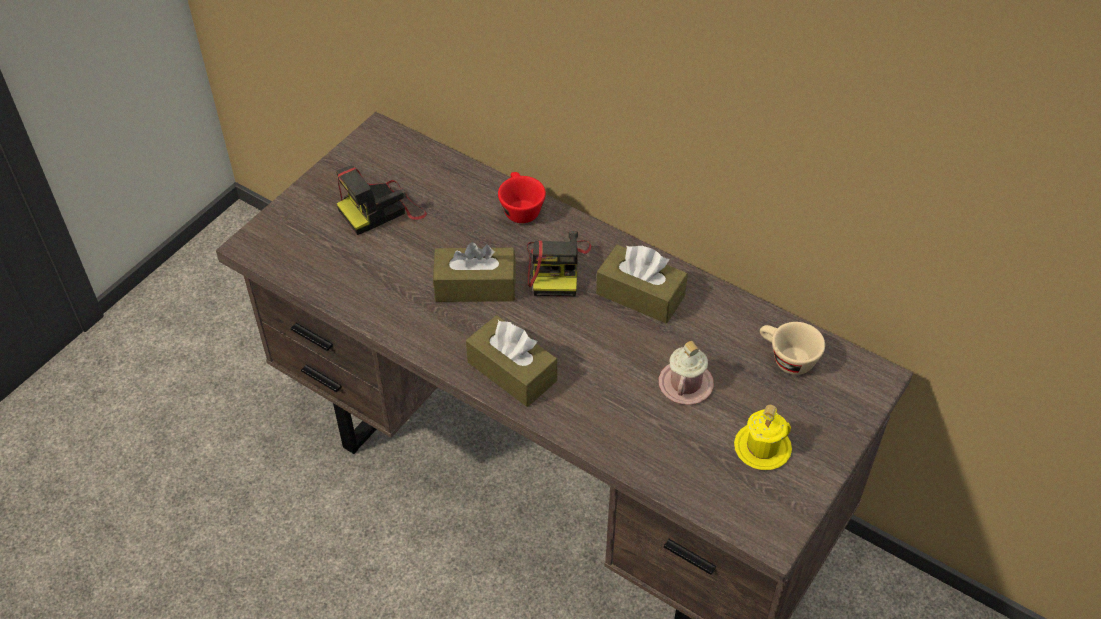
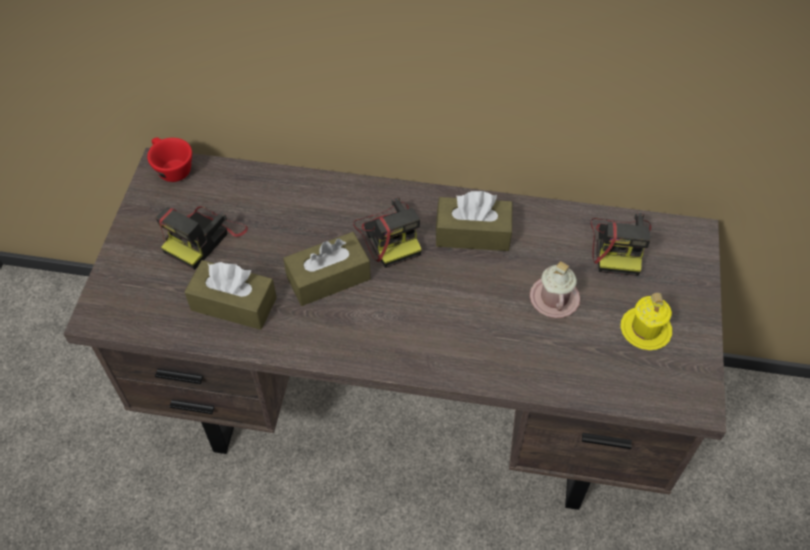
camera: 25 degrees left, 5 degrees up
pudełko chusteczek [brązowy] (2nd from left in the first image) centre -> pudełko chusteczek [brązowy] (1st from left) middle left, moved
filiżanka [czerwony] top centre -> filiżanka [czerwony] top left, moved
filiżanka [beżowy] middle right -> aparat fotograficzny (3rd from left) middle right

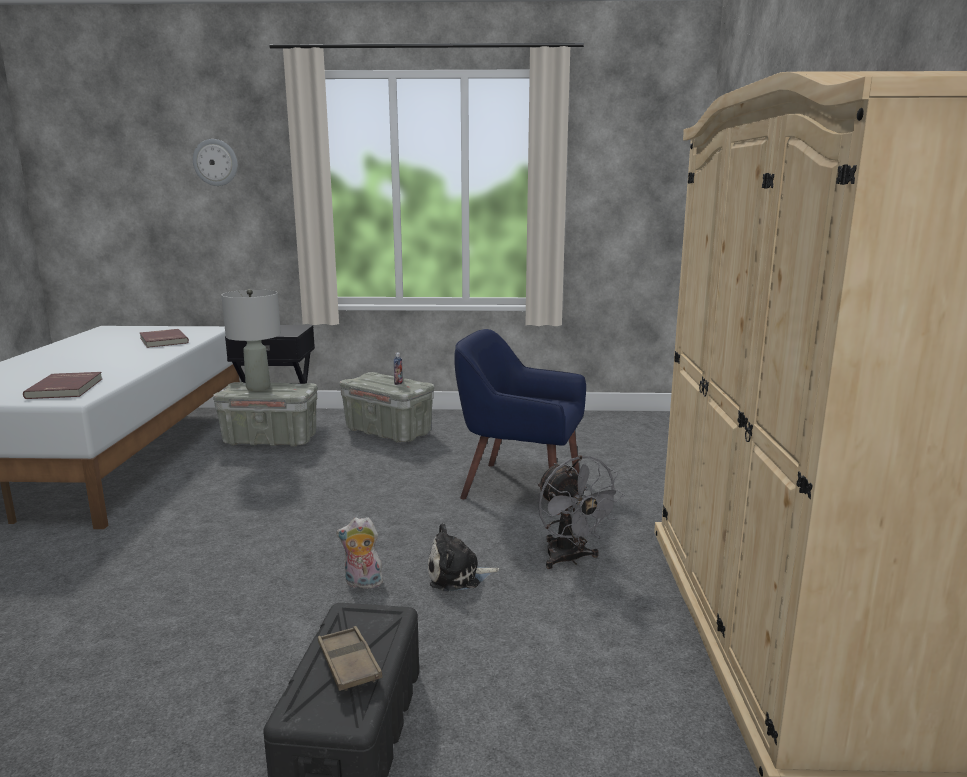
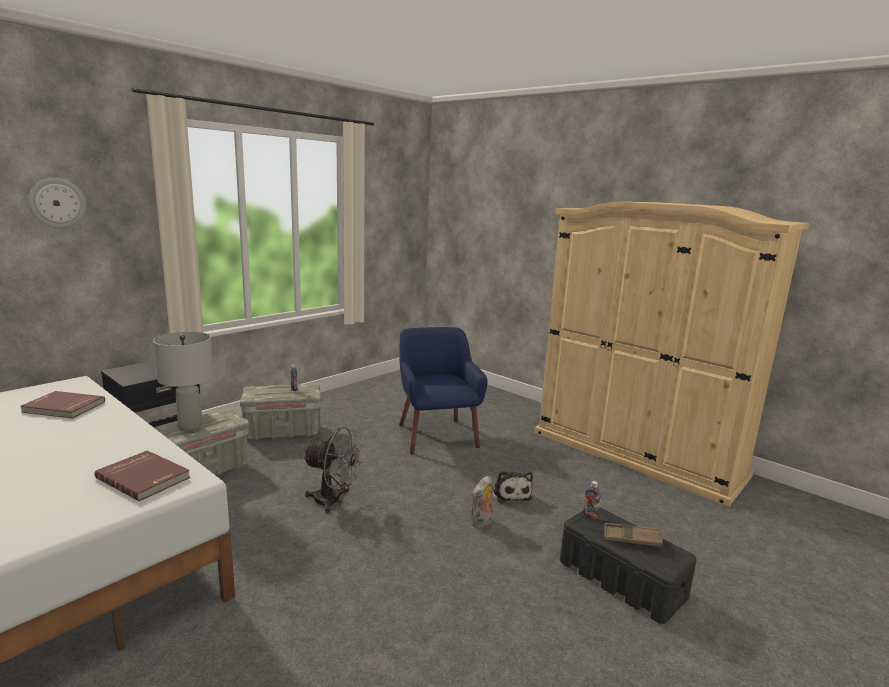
camera: 50 degrees left, 0 degrees up
pluszak (2nd from left) bottom centre, 45 degrees counterclockwise
fotel [niebieski] centre, 105 degrees clockwise
wentylator [szary] centre -> wentylator [szary] bottom centre, moved
none -> butelka (2nd from left) bottom centre

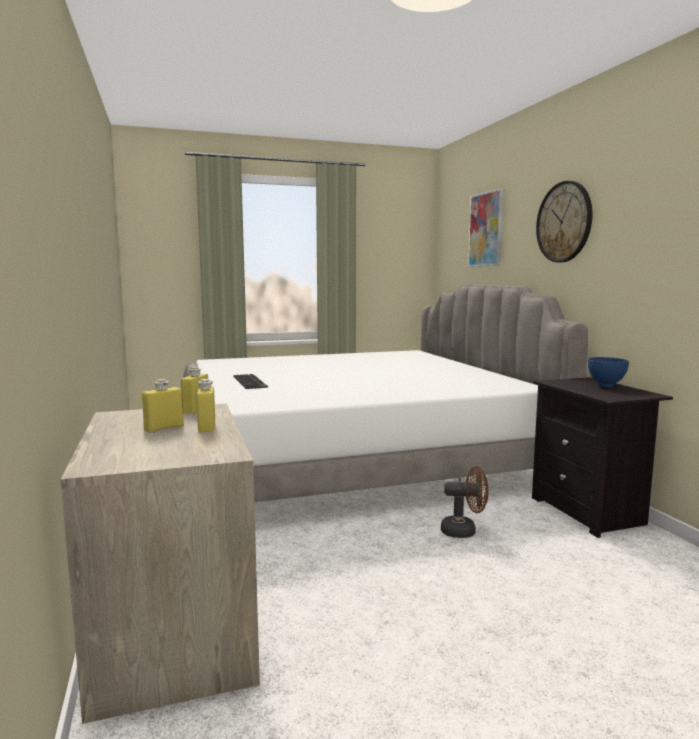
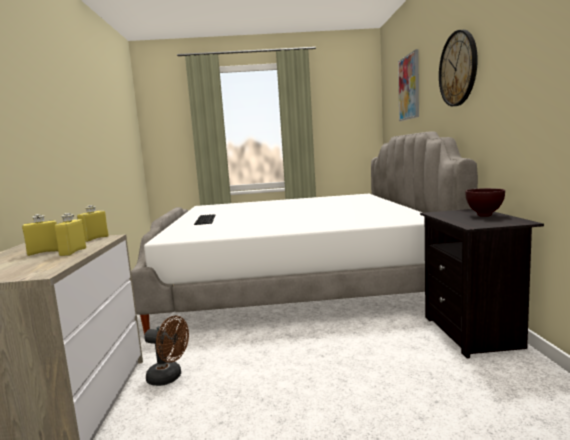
camera: 15 degrees right, 0 degrees up
wentylator [brązowy] bottom centre -> wentylator [brązowy] bottom left, moved
miska [niebieski] middle right -> miska [brązowy] middle right

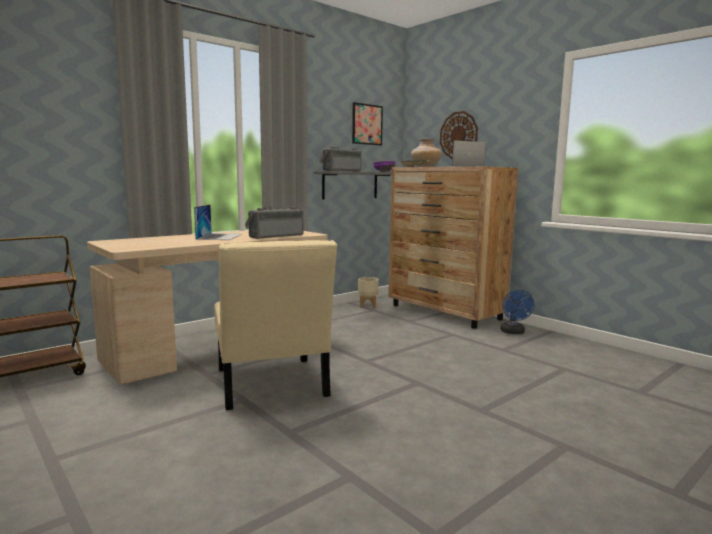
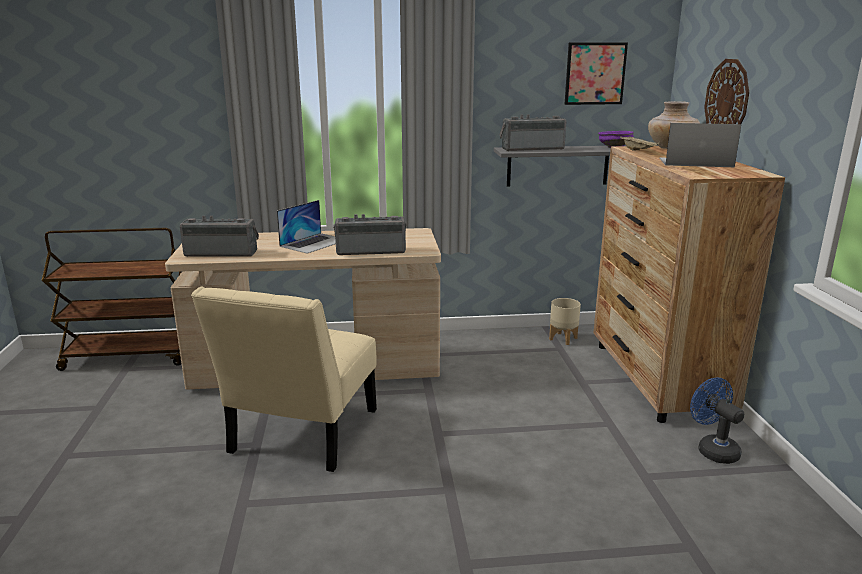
camera: 35 degrees right, 10 degrees up
wentylator [niebieski] middle right -> wentylator [niebieski] bottom right, 120 degrees clockwise
none -> radio (1st from left) middle left

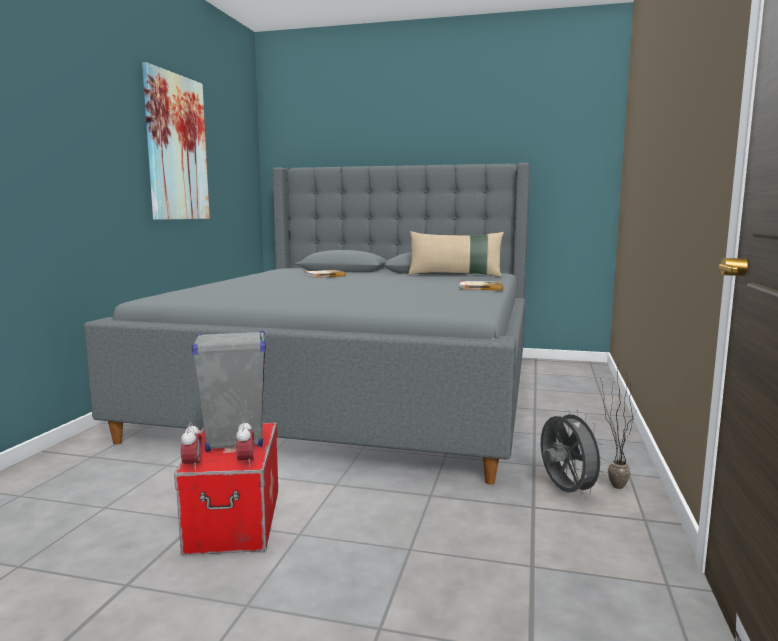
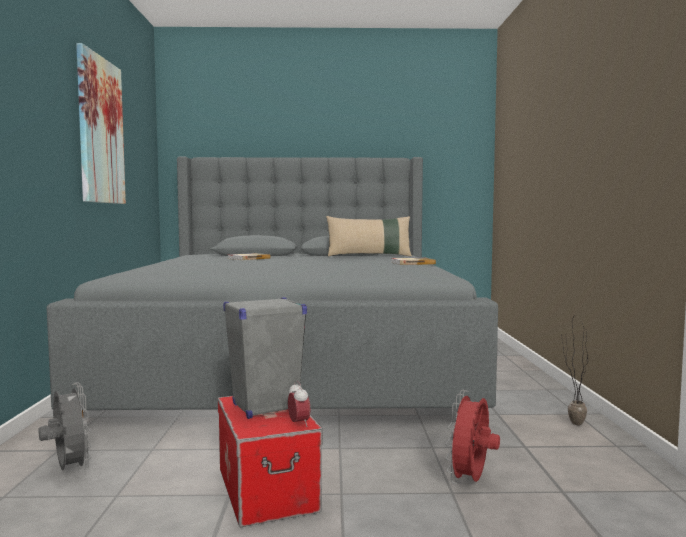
camera: 15 degrees left, 5 degrees down
budzik (1st from left) bottom left -> none
wentylator [szary] bottom right -> wentylator [szary] bottom left, moved
none -> wentylator [czerwony] bottom right

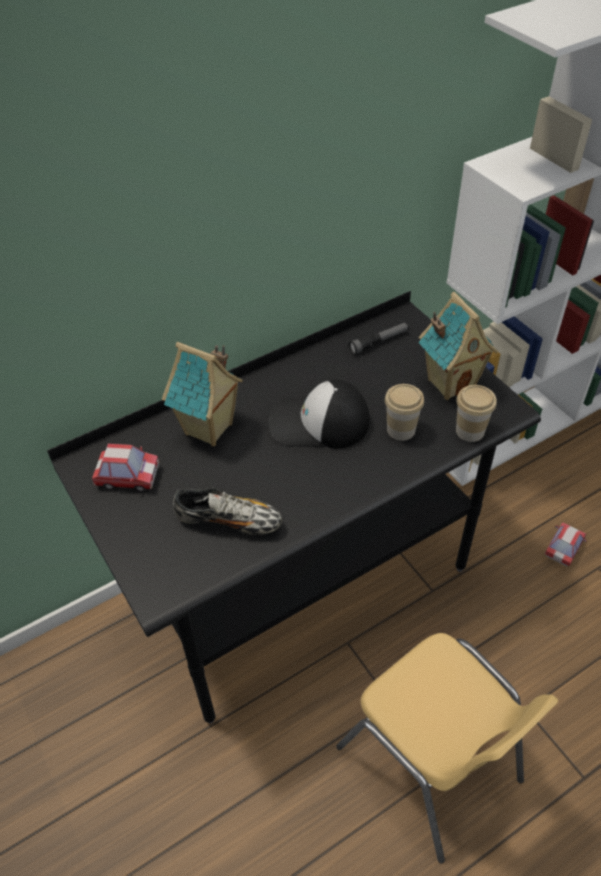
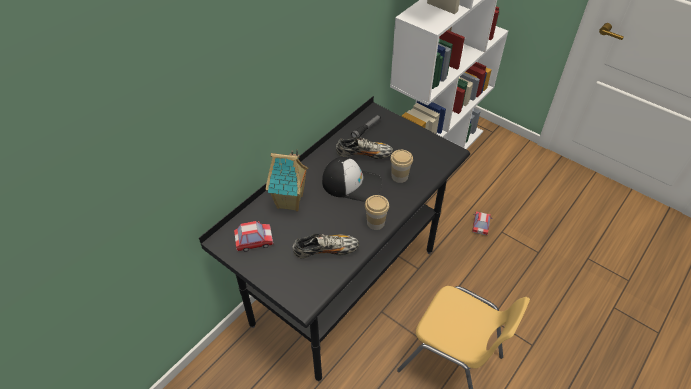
camera: 20 degrees left, 0 degrees up
czapka z daszkiem centre, 150 degrees counterclockwise
domek (2nd from left) middle right -> none
filiżanka (2nd from left in the first image) middle right -> filiżanka (1st from left) centre, moved
none -> but (2nd from left) centre

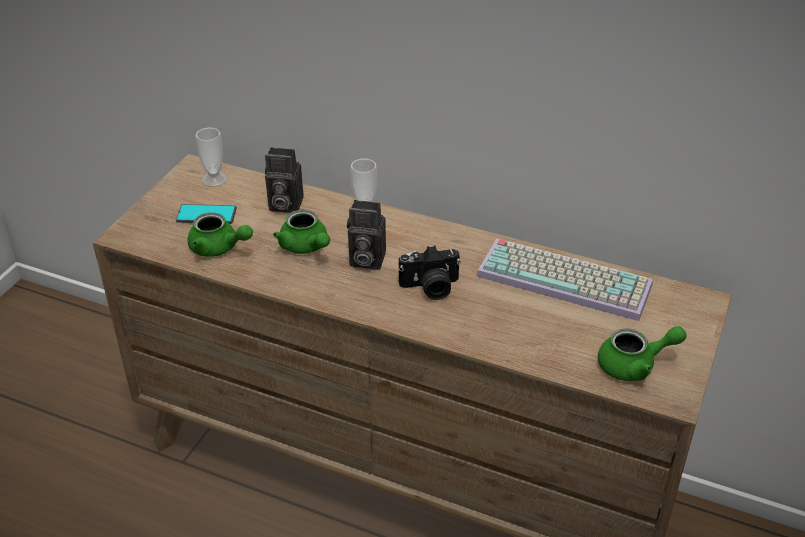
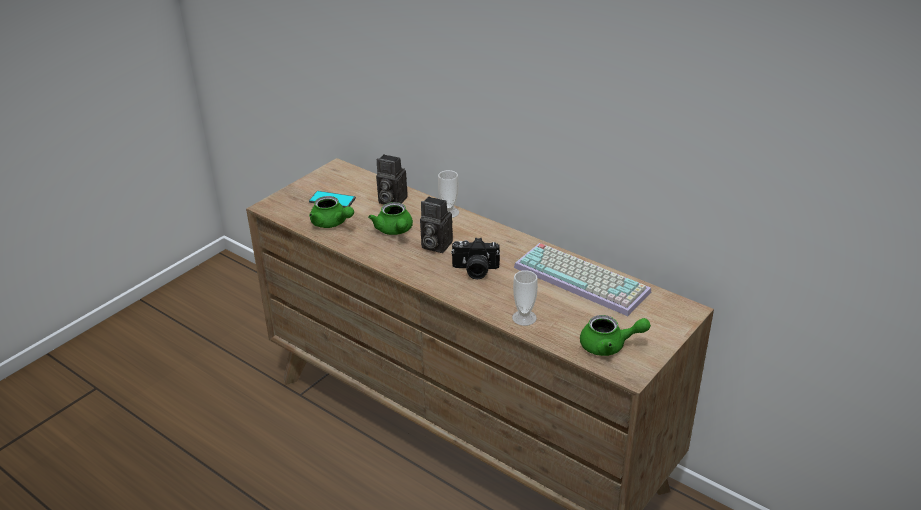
camera: 15 degrees right, 5 degrees down
filiżanka (1st from left in the first image) top left -> filiżanka (2nd from left) centre, moved

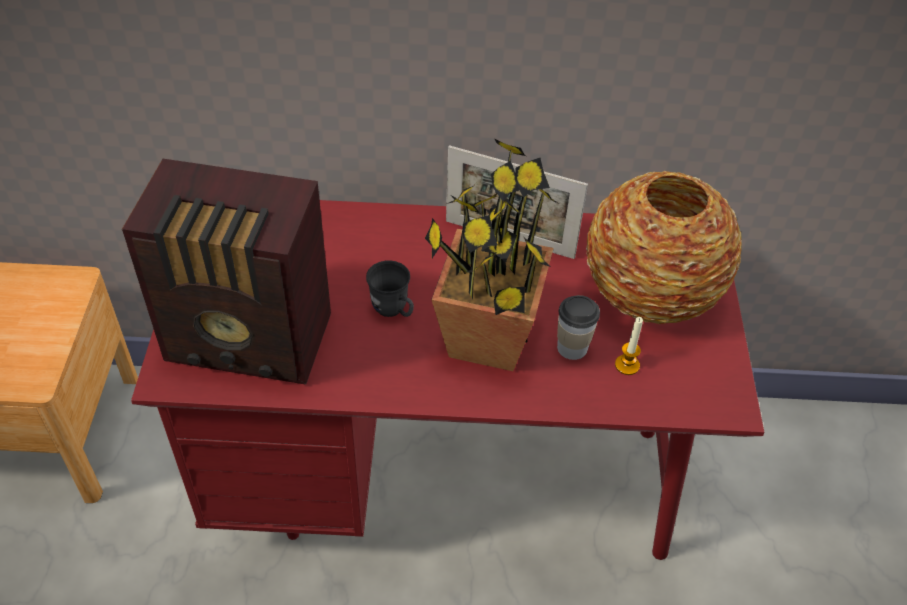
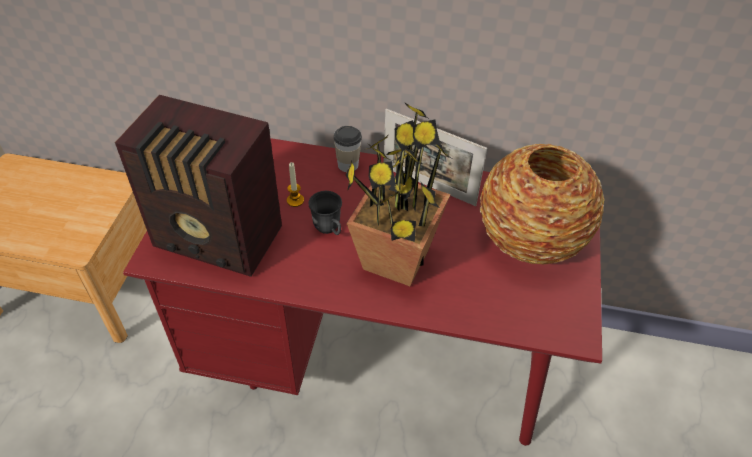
camera: 10 degrees right, 0 degrees up
filiżanka centre -> filiżanka top centre, moved
świeca middle right -> świeca centre, moved

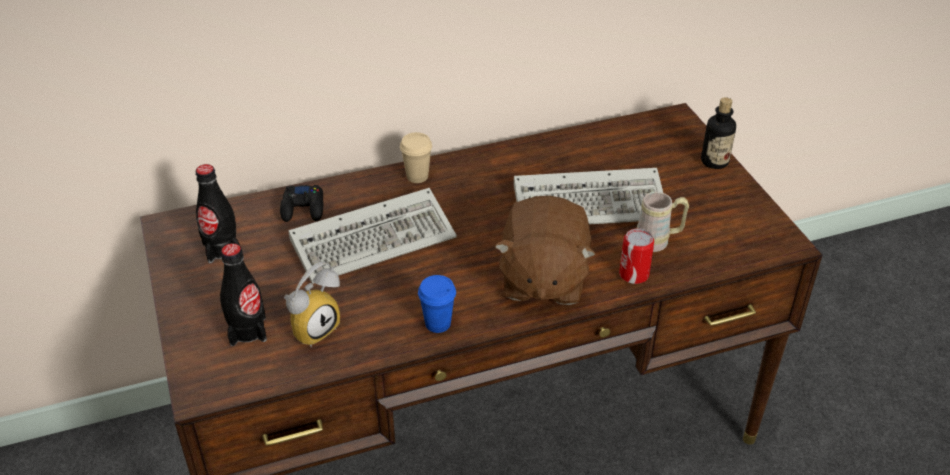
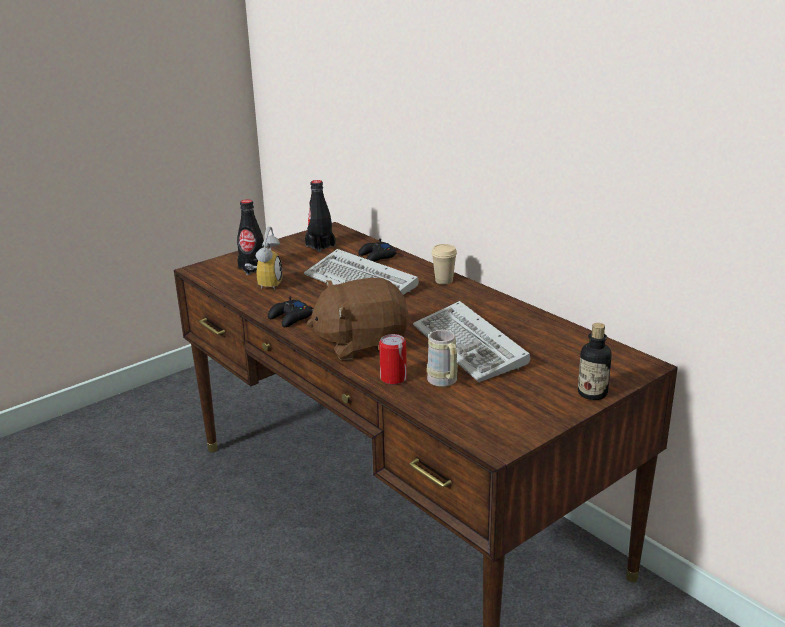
camera: 70 degrees right, 15 degrees down
budzik middle left -> budzik centre, 105 degrees counterclockwise
filiżanka [niebieski] centre -> pad do gier [czarny] (1st from left) centre

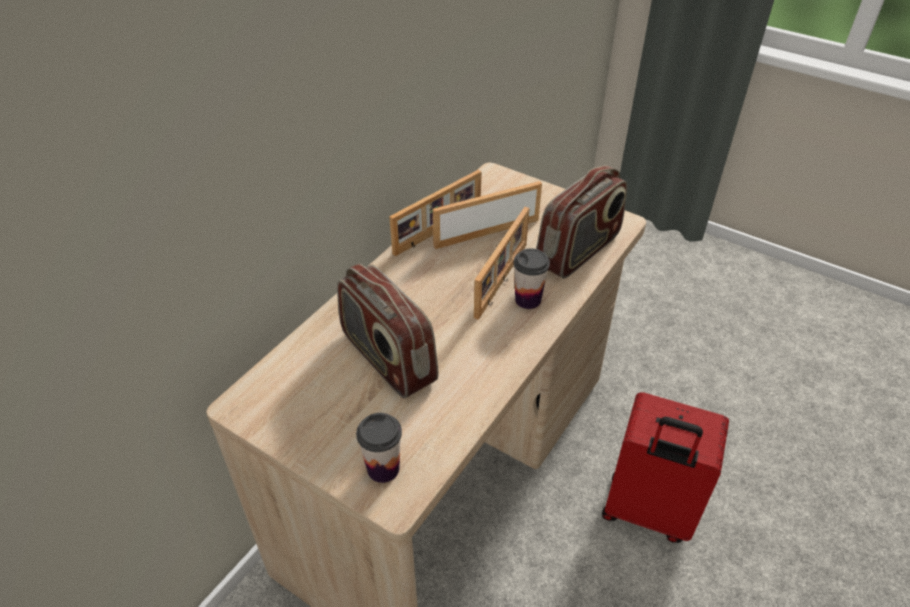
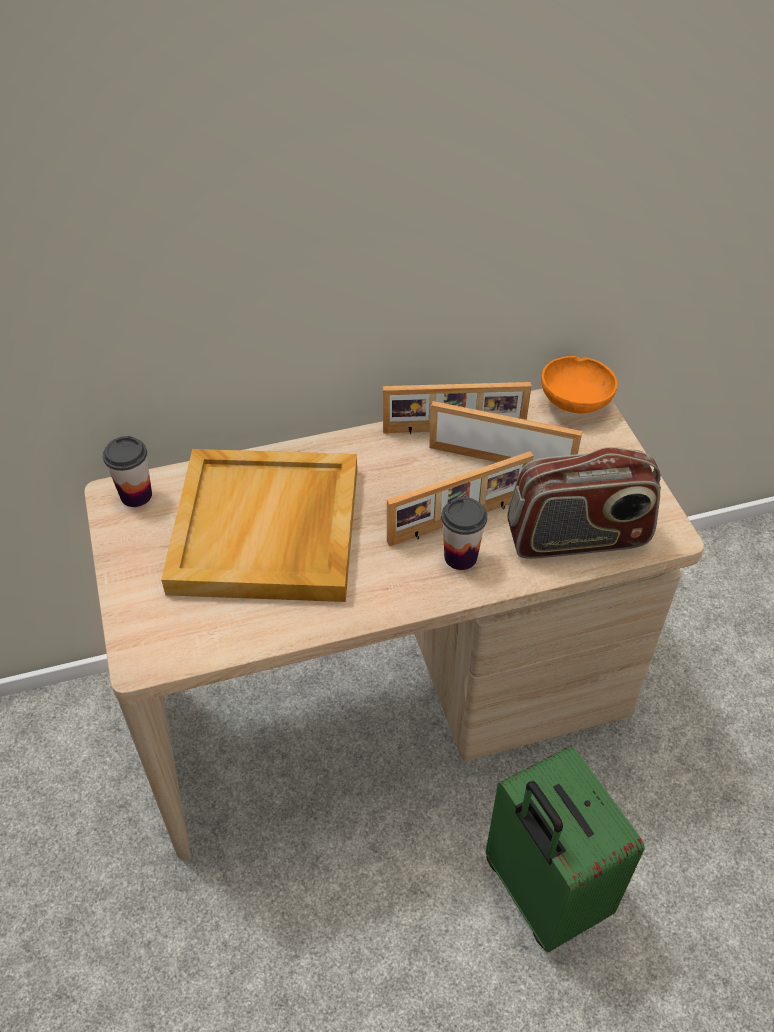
camera: 40 degrees right, 5 degrees up
radio (1st from left) centre -> taca [beżowy] centre
filiżanka (1st from left) bottom centre -> filiżanka (1st from left) middle left, moved
walizka [czerwony] bottom right -> walizka [zielony] bottom right
none -> miska [pomarańczowy] middle right

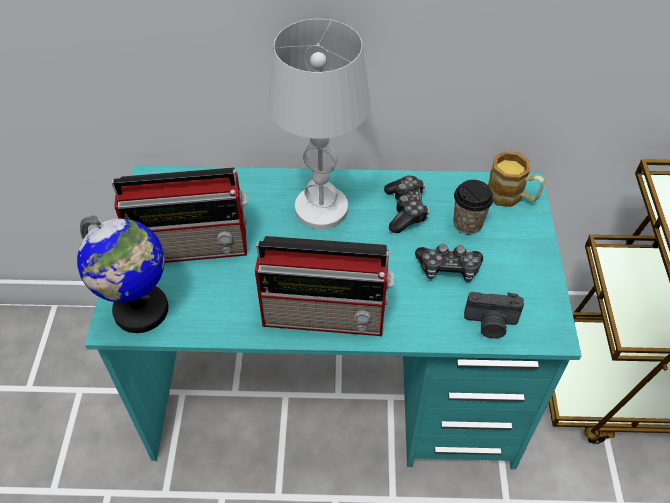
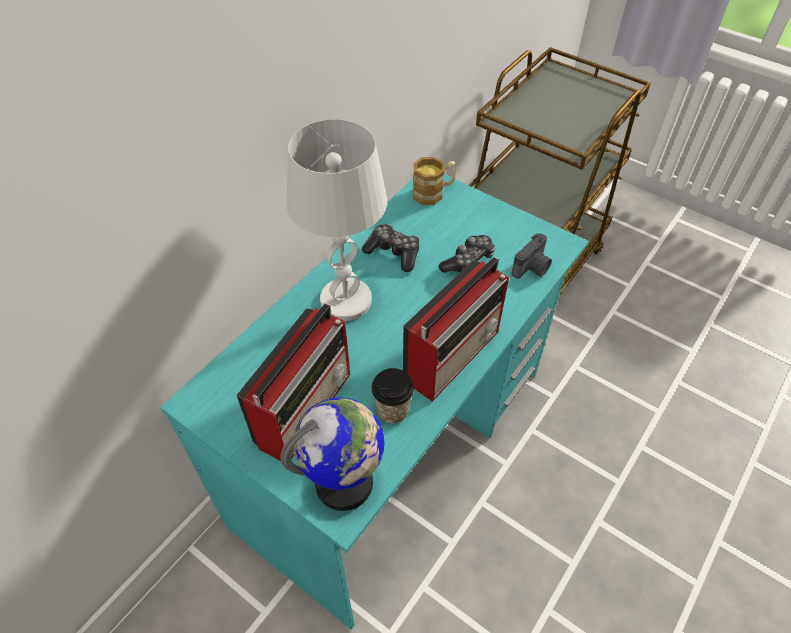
camera: 55 degrees left, 0 degrees up
filiżanka middle right -> filiżanka centre, moved

